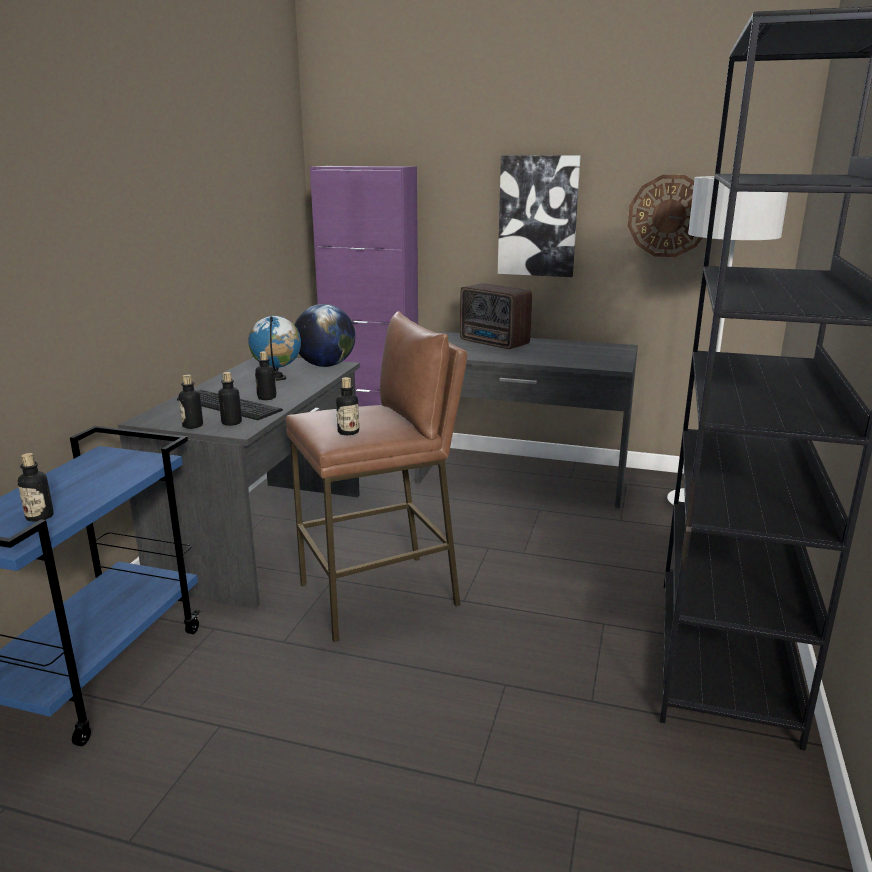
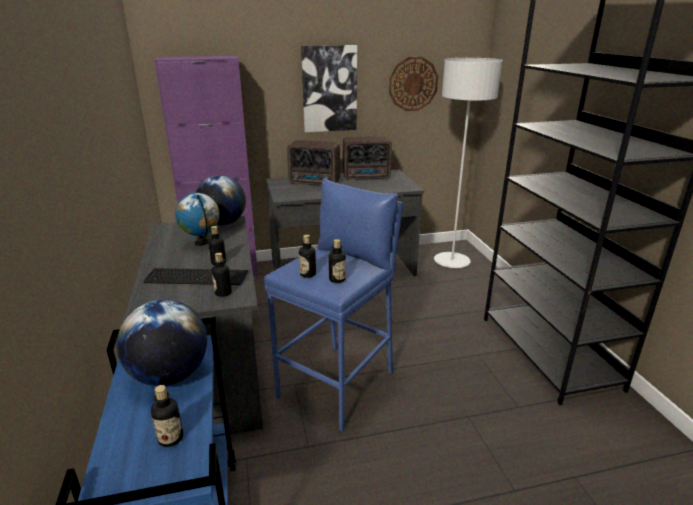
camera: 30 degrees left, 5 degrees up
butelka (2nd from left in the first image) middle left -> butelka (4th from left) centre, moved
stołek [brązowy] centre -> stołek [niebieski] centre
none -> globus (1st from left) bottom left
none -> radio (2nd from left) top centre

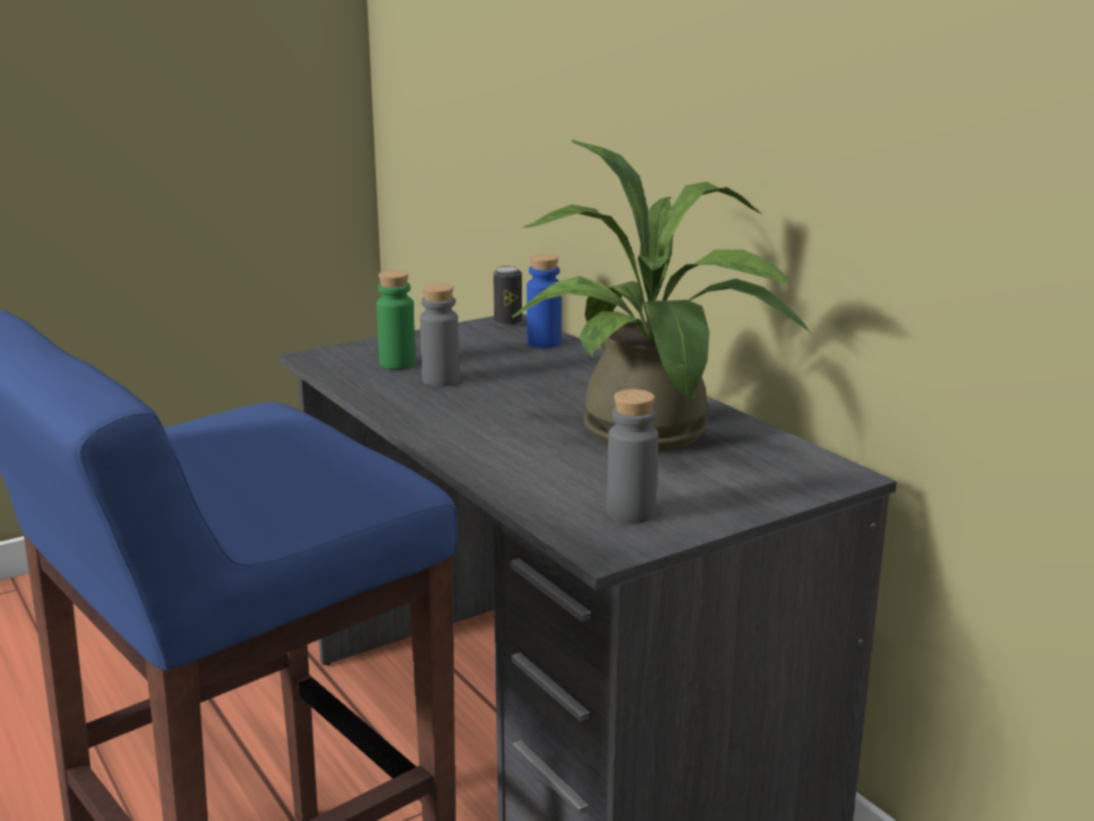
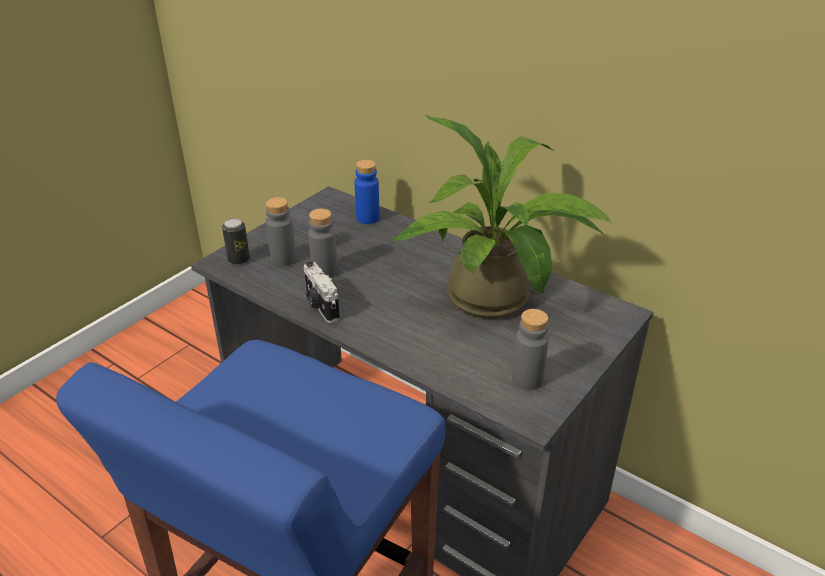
camera: 20 degrees left, 15 degrees up
butelka [zielony] centre -> butelka [szary] (1st from left) centre
puszka centre -> puszka middle left, moved
none -> aparat fotograficzny centre

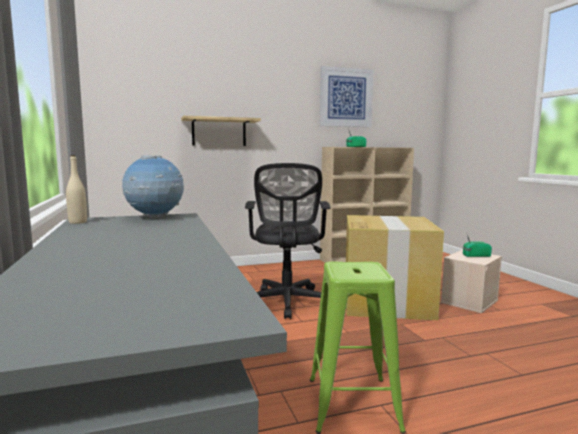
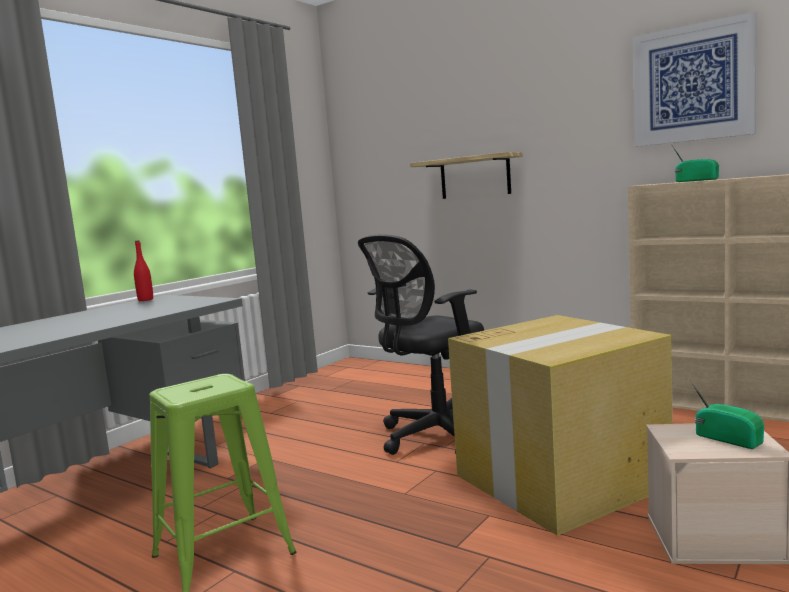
camera: 55 degrees right, 0 degrees up
butelka [beżowy] middle left -> butelka [czerwony] middle left
globus middle left -> none

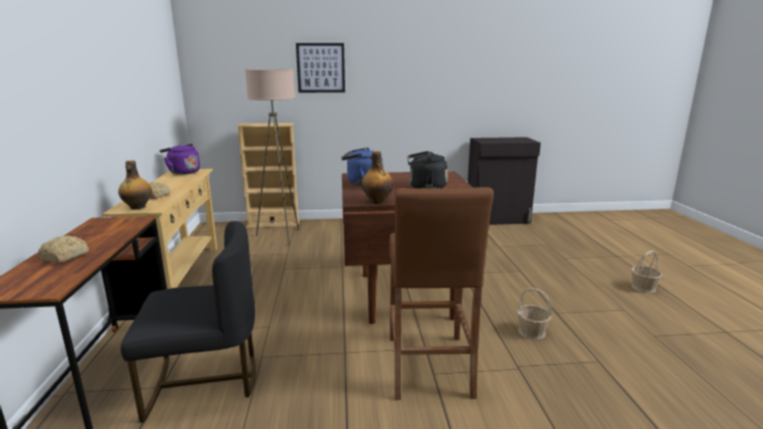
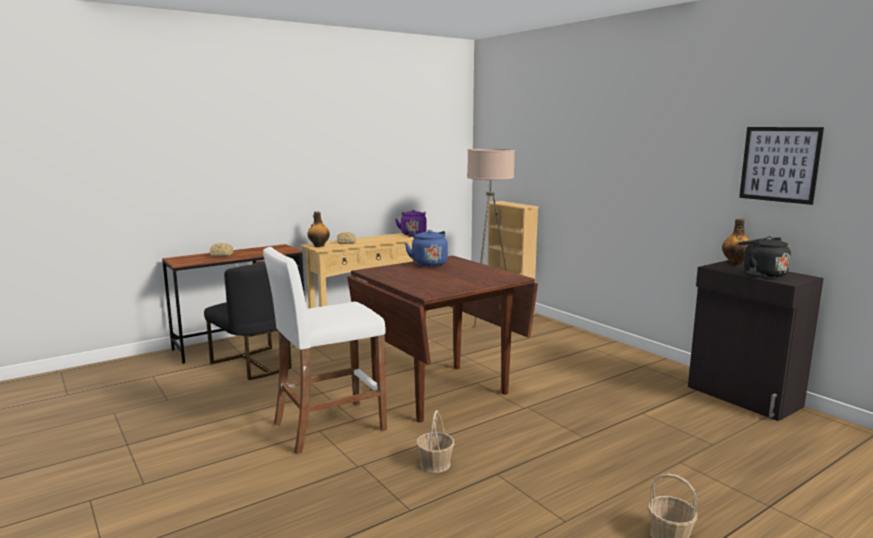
camera: 60 degrees right, 5 degrees down
obraz top centre -> obraz top right, moved
butelka (2nd from left) centre -> butelka (2nd from left) middle right, moved
stołek [brązowy] bottom centre -> stołek [biały] centre
czajnik [czarny] centre -> czajnik [czarny] middle right, moved

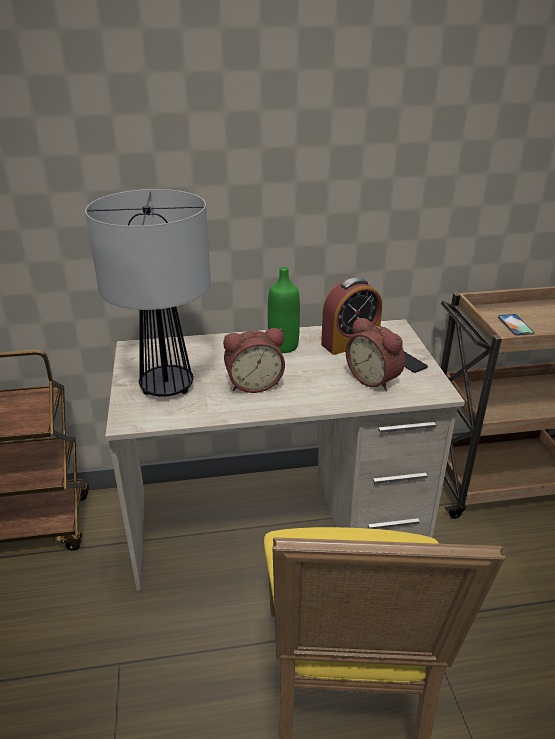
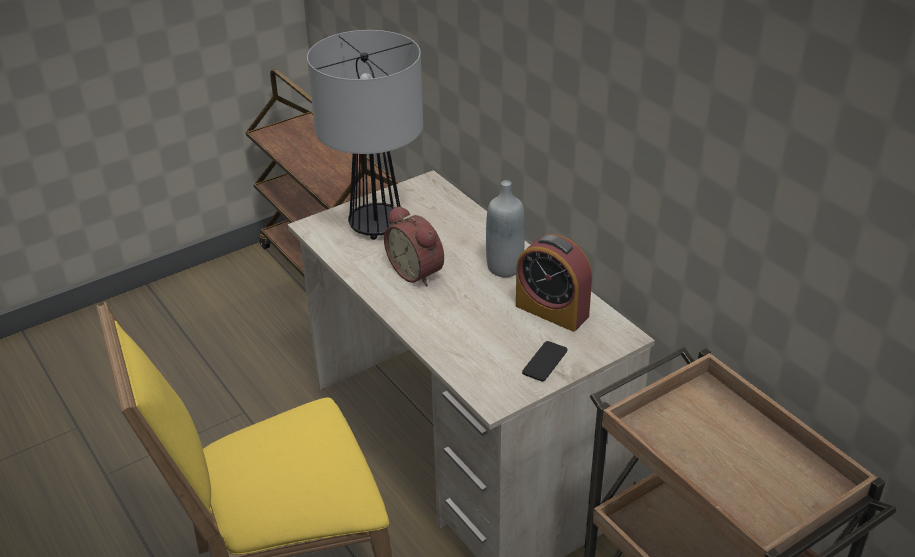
camera: 65 degrees right, 5 degrees up
butelka [zielony] centre -> butelka [szary] centre
budzik (3rd from left) middle right -> none
telefon (2nd from left) middle right -> none

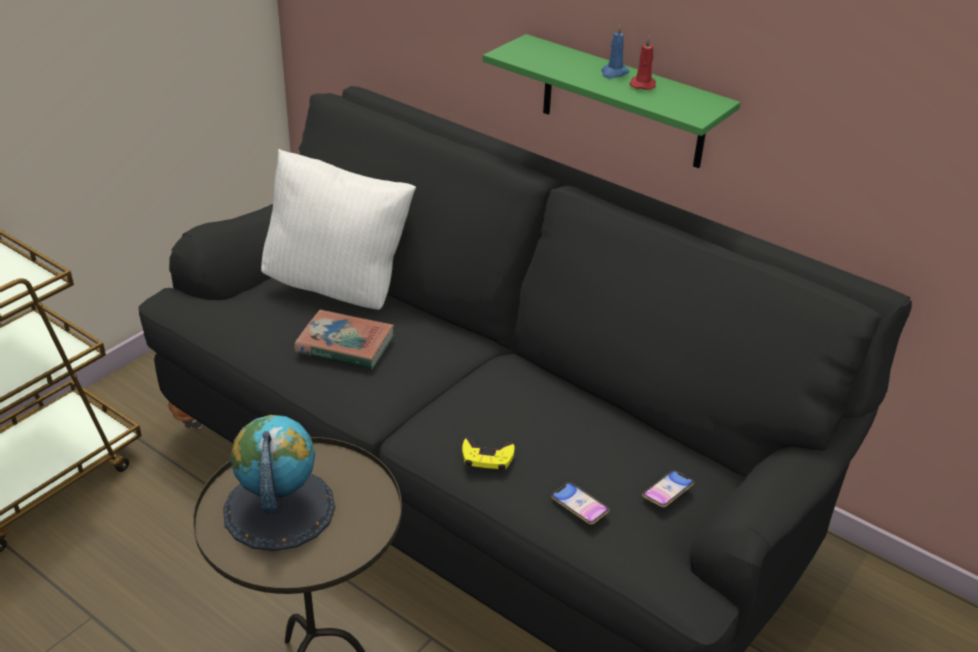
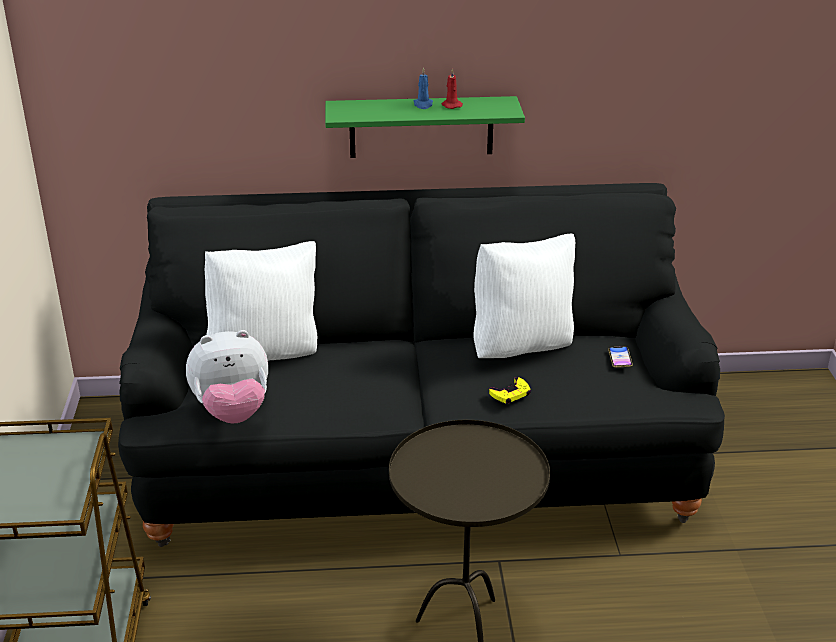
camera: 40 degrees left, 5 degrees down
globus bottom left -> none
książka centre -> none
telefon (1st from left) bottom centre -> none
none -> pluszak middle left
none -> poduszka [biały] (2nd from left) centre

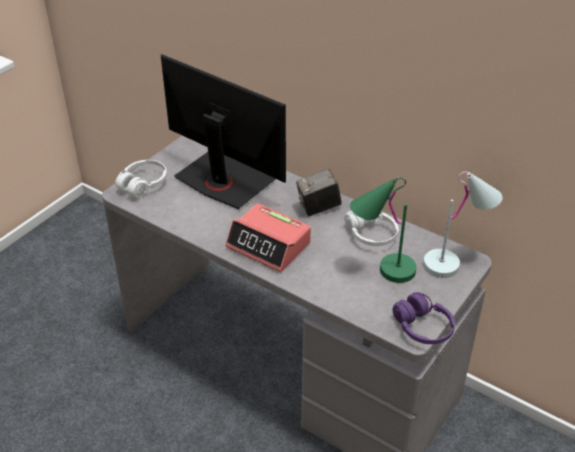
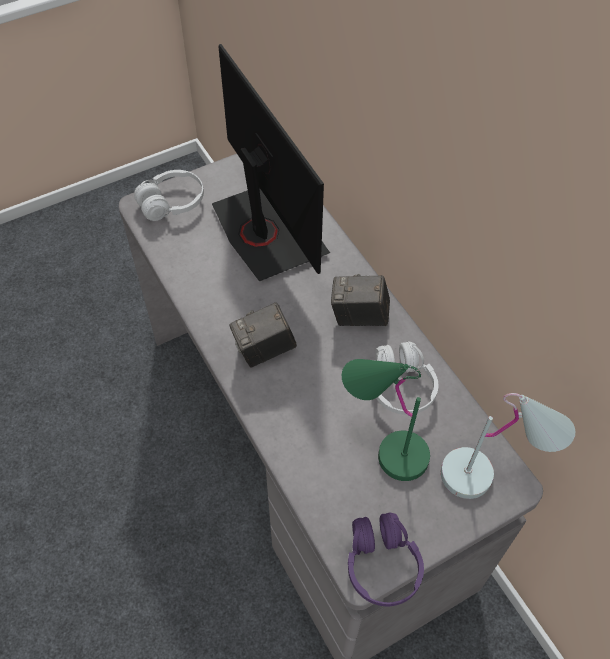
camera: 25 degrees right, 15 degrees up
budzik centre -> aparat fotograficzny (1st from left) centre

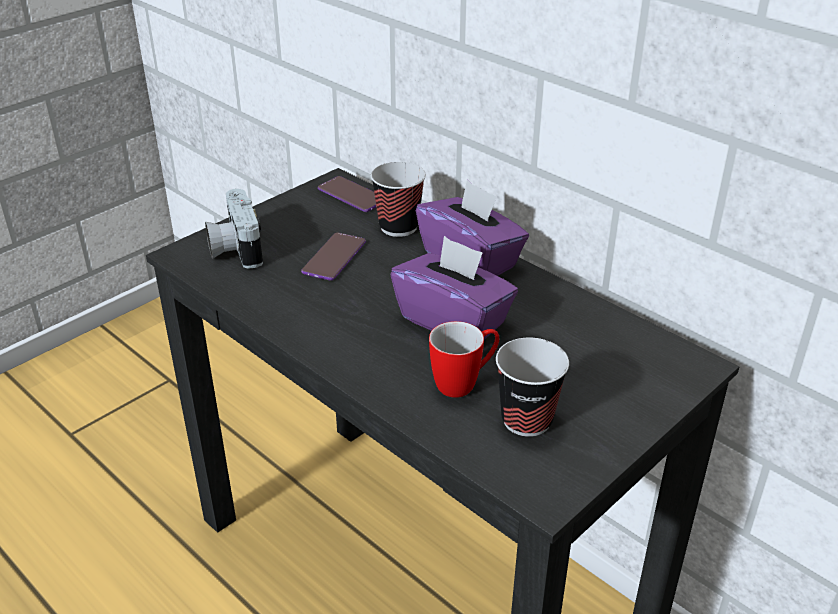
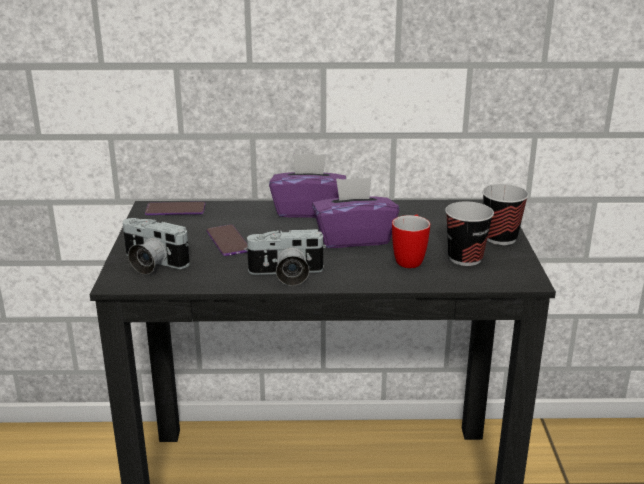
camera: 45 degrees left, 10 degrees down
filiżanka (1st from left in the first image) top centre -> filiżanka (2nd from left) middle right, moved
none -> aparat fotograficzny (2nd from left) centre

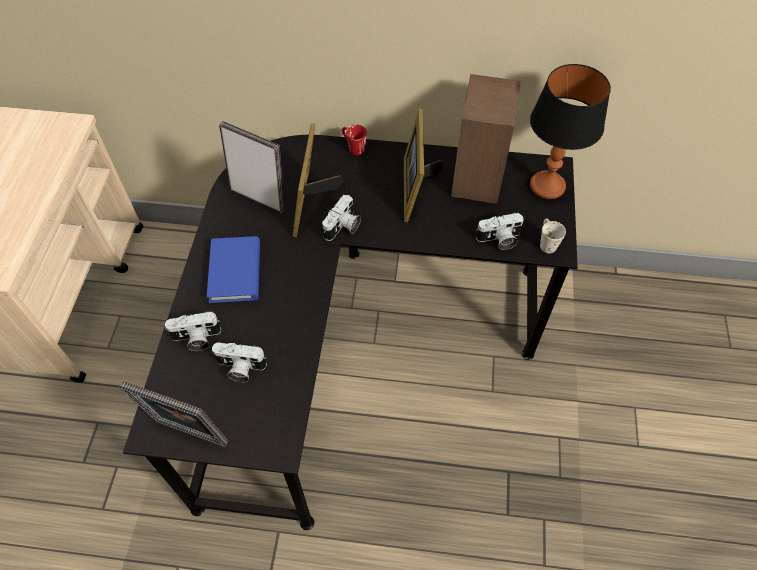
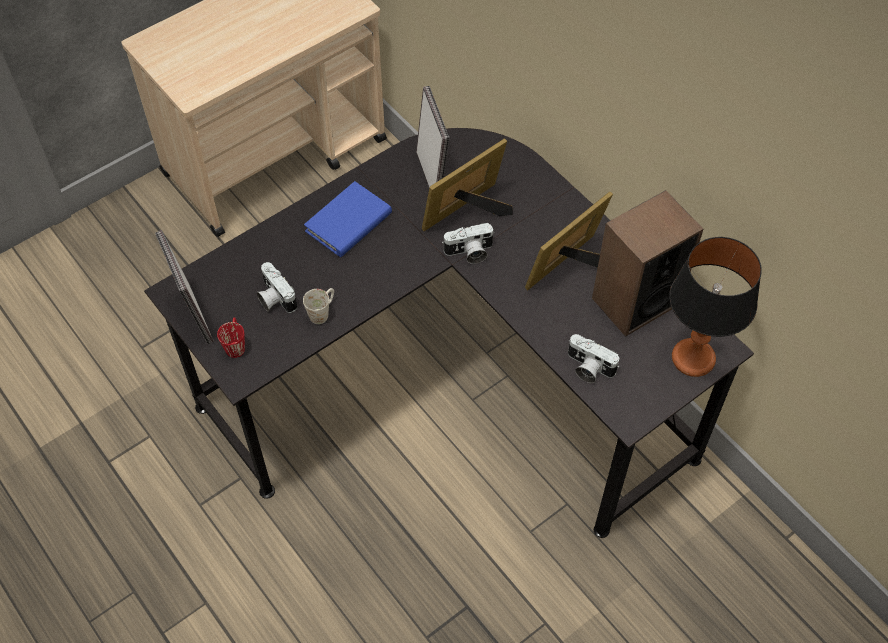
camera: 45 degrees right, 0 degrees up
aparat fotograficzny (1st from left) middle left -> none
kubek [czerwony] top centre -> kubek [czerwony] middle left, moved
kubek [biały] middle right -> kubek [biały] centre, moved

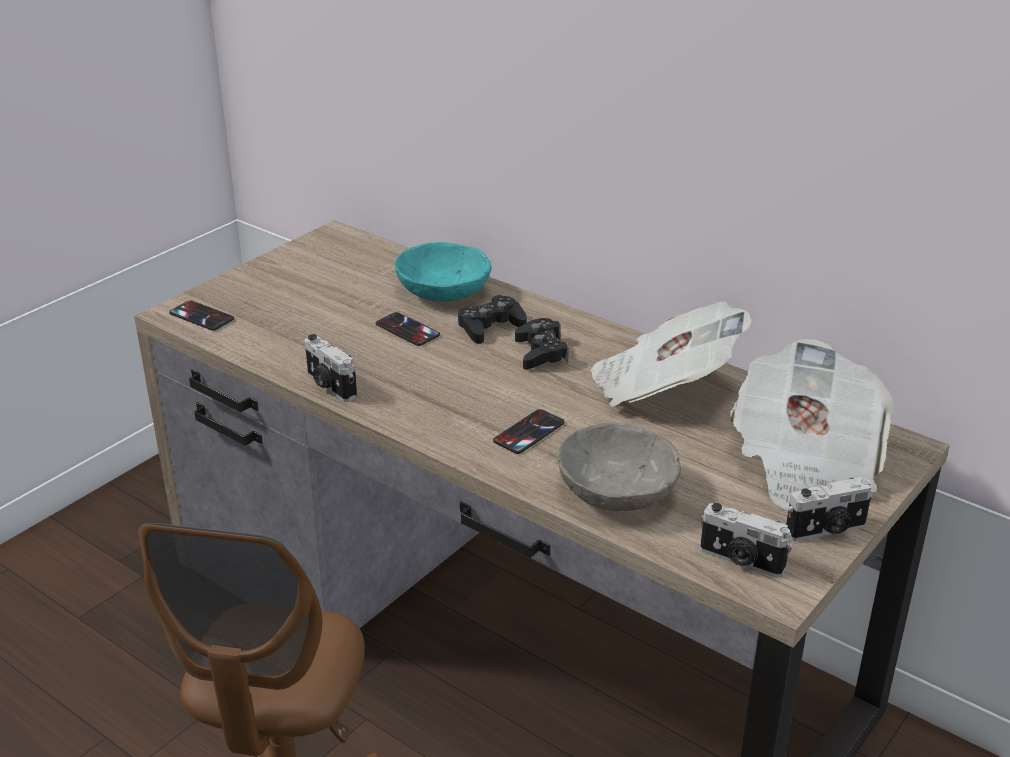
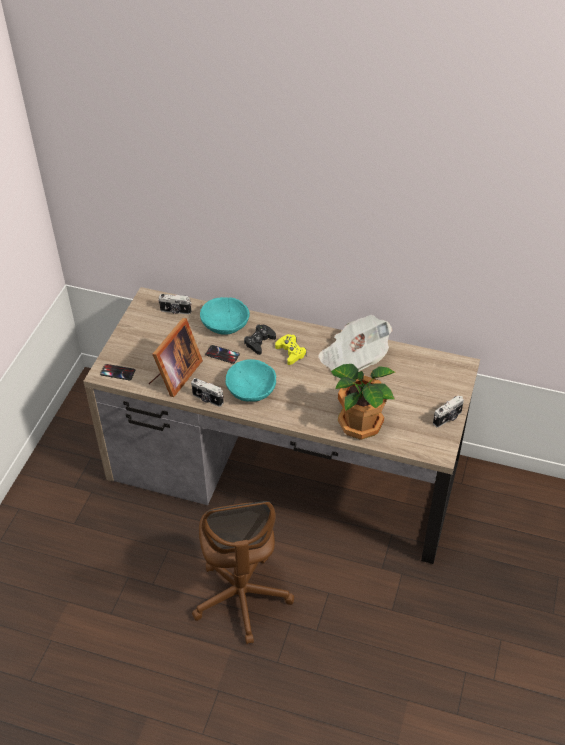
camera: 20 degrees left, 15 degrees up
telefon (3rd from left) centre -> none
pad do gier [czarny] (2nd from left) centre -> pad do gier [żółty] centre
miska [szary] centre -> roślina doniczkowa centre
aparat fotograficzny (2nd from left in the first image) bottom right -> aparat fotograficzny (1st from left) middle left, moved
gazeta (2nd from left) middle right -> none
none -> ramka na zdjęcie middle left
none -> miska [turkusowy] (2nd from left) centre

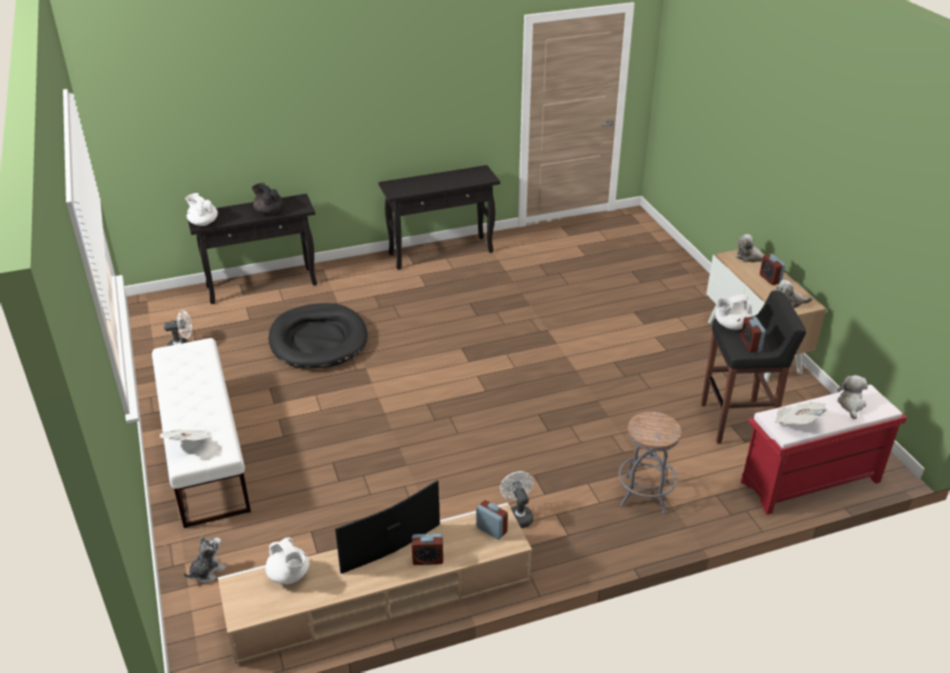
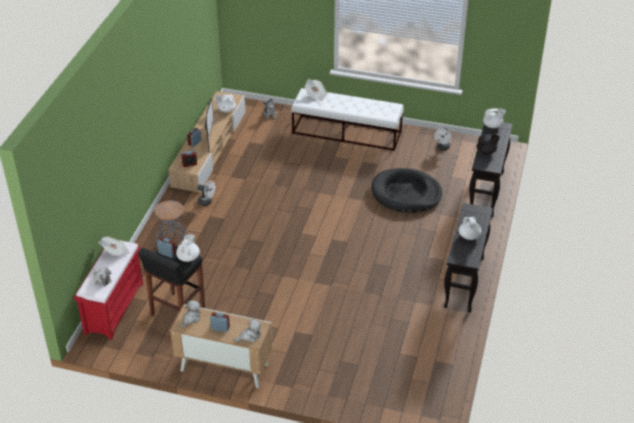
camera: 125 degrees right, 5 degrees up
none -> imbryk [biały] (3rd from left) middle right

